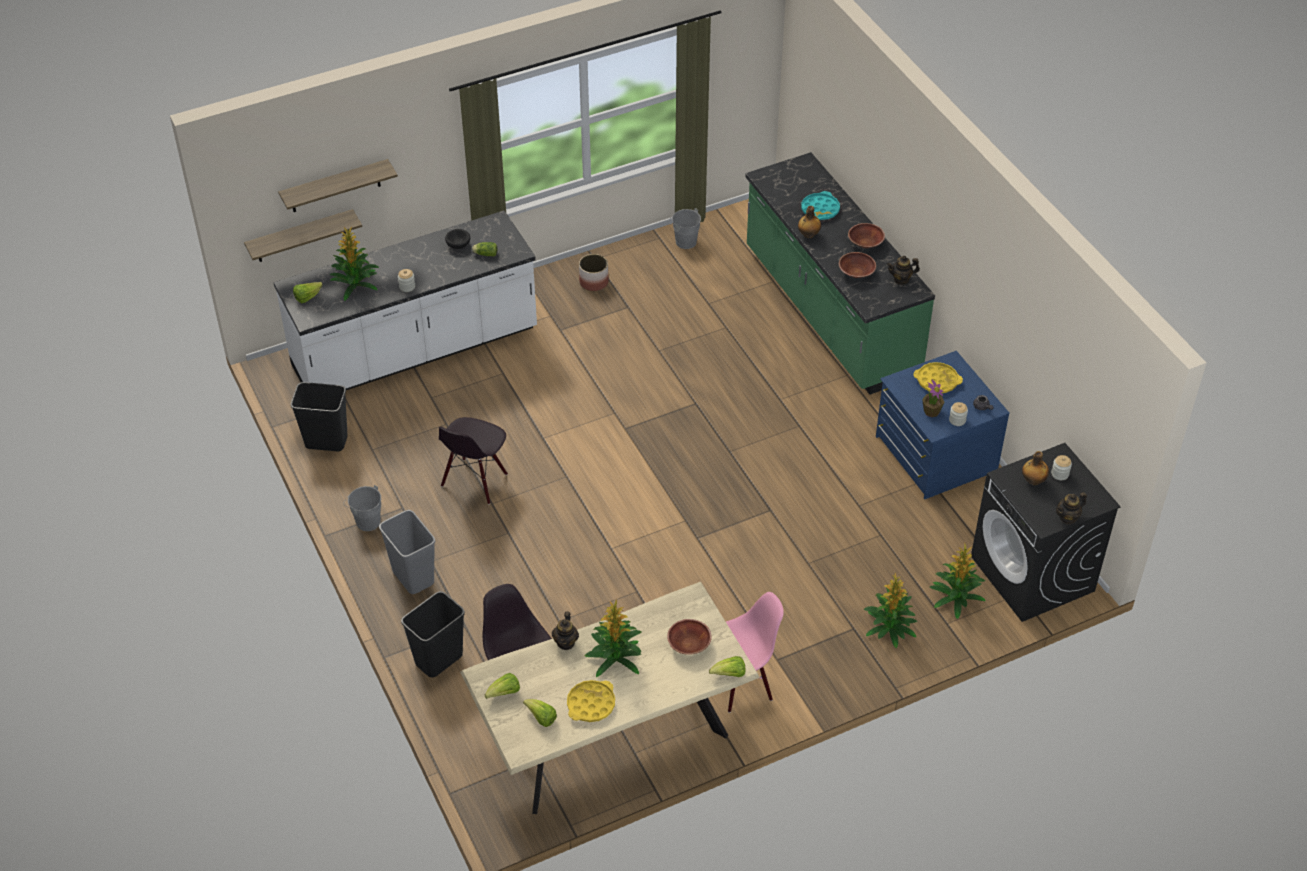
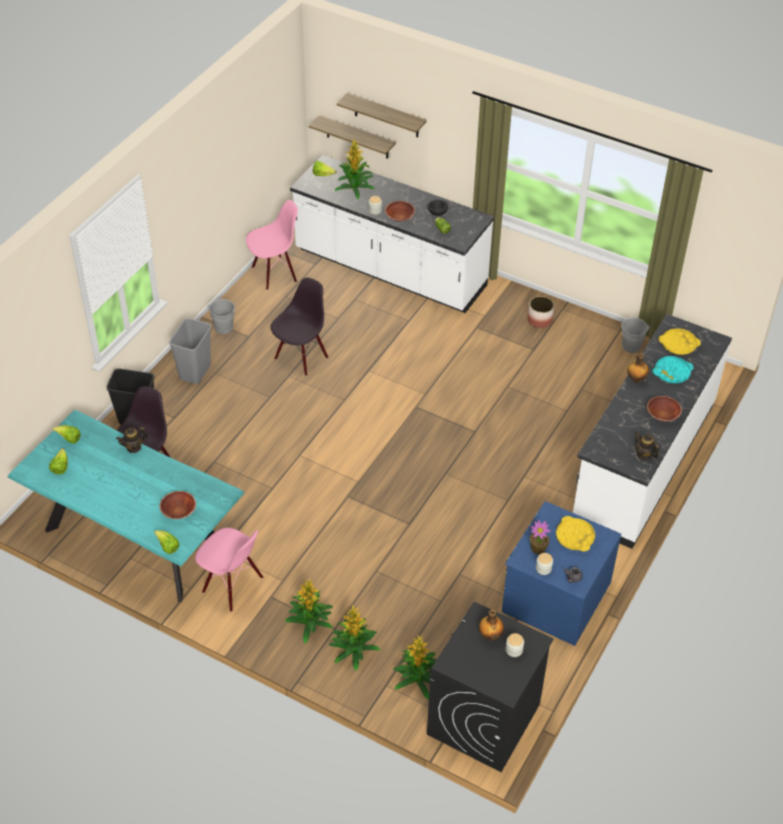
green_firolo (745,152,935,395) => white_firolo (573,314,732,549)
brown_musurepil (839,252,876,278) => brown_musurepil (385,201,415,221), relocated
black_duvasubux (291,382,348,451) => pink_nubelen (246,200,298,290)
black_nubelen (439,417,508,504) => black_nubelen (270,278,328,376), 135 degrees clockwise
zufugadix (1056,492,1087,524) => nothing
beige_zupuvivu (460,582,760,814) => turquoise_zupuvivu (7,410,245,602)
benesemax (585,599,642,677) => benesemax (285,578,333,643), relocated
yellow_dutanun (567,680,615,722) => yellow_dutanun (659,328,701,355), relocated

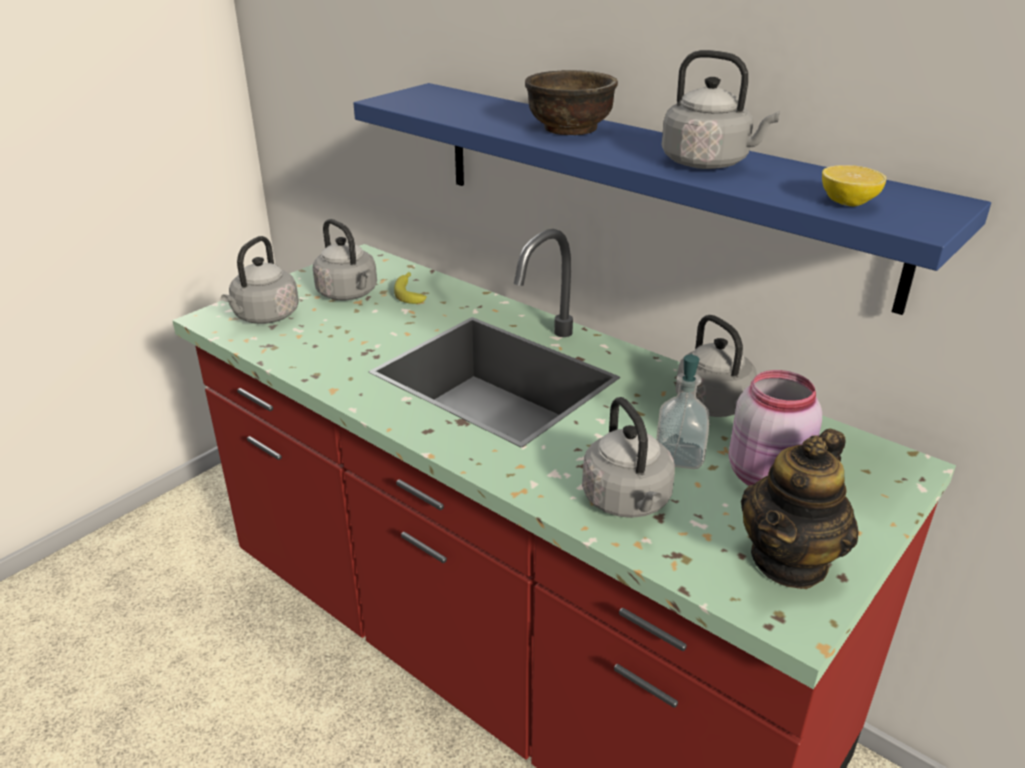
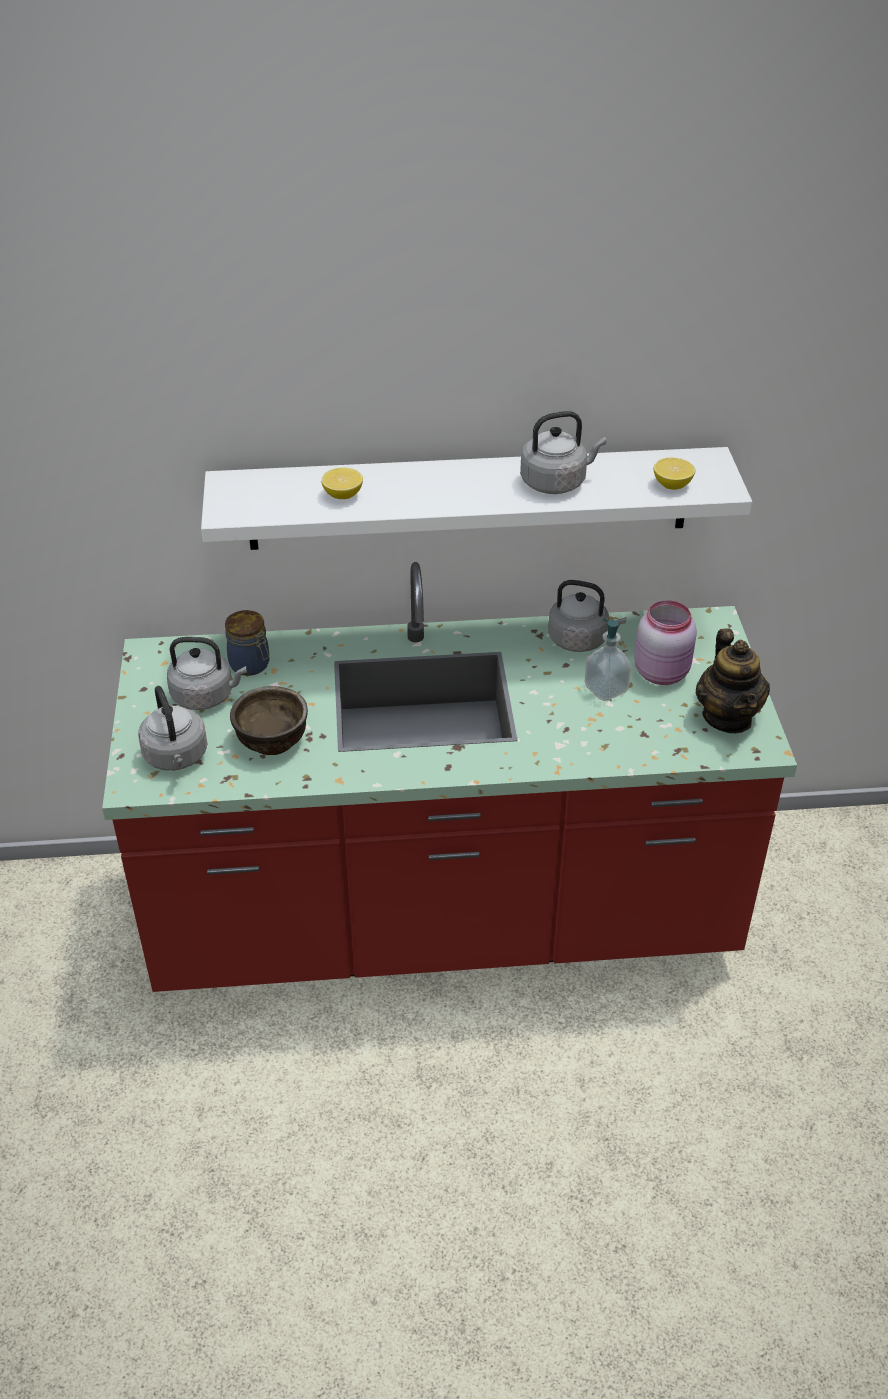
brown_musurepil (525,70,618,135) => brown_musurepil (230,686,308,755), relocated
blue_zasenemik (353,83,991,315) => white_zasenemik (201,447,752,550)
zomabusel (394,272,427,304) => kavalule (225,610,269,676)
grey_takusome (582,397,675,518) => nothing
nothing => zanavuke (321,467,363,499)

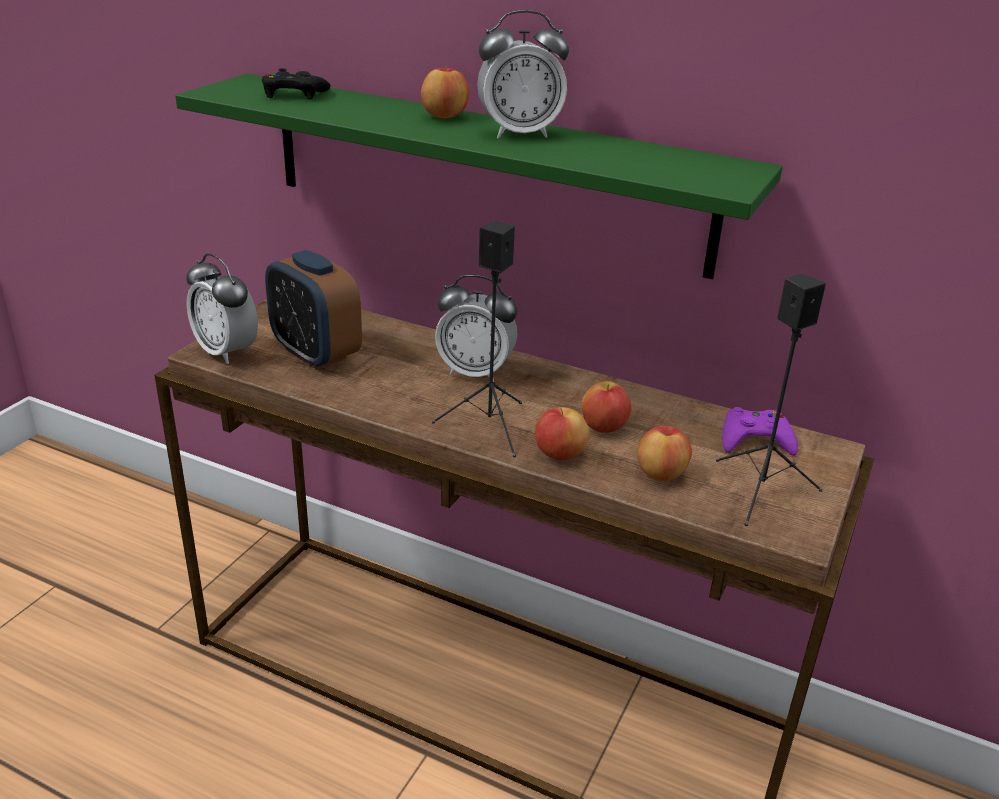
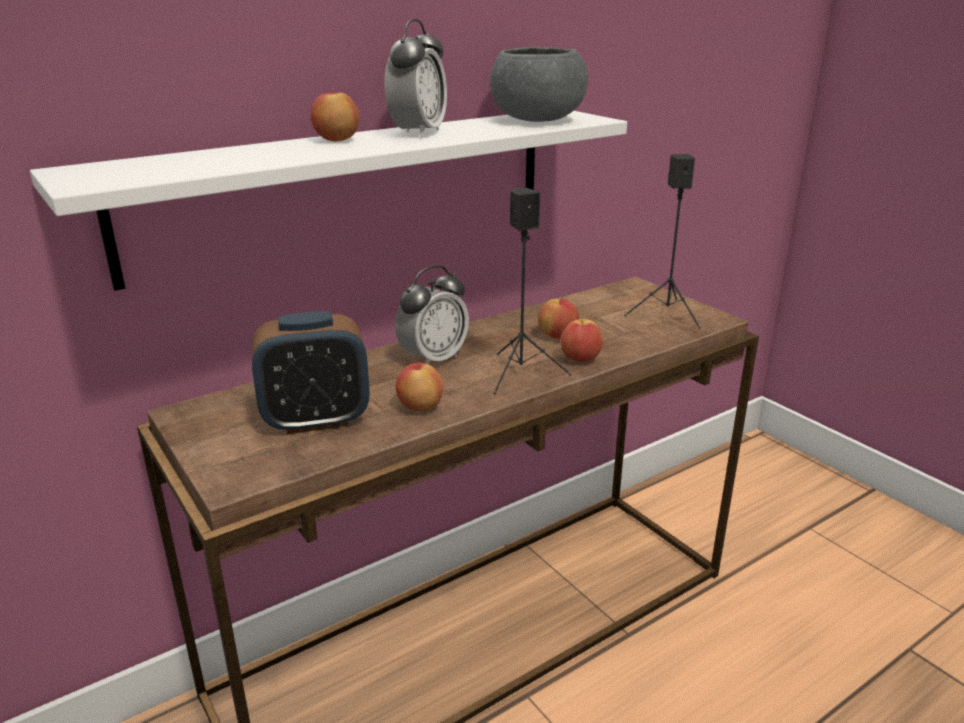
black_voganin (262,68,330,100) => nothing
green_zasenemik (175,73,783,279) => white_zasenemik (30,111,627,291)
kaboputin (186,253,258,364) => nothing
purple_voganin (722,407,798,456) => nothing
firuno (637,426,692,481) => firuno (396,361,444,411), relocated
nothing => grey_musurepil (490,47,588,122)

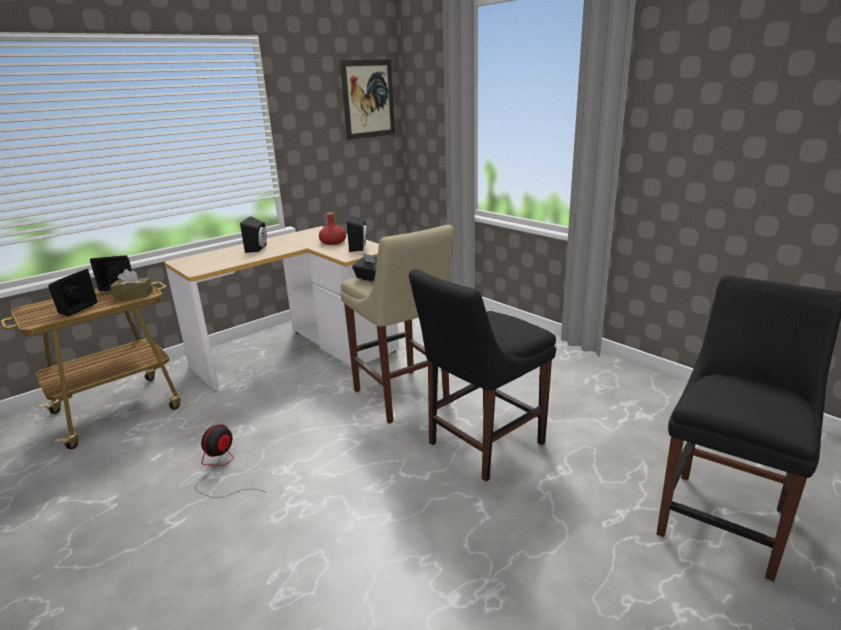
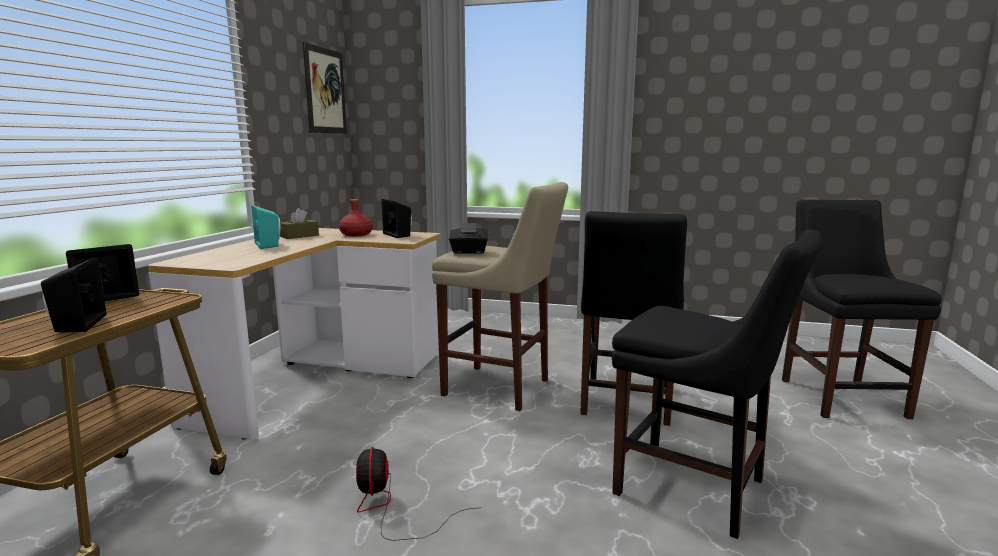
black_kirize (240,216,267,253) => turquoise_kirize (251,205,280,249)
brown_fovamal (110,269,153,299) => brown_fovamal (280,208,319,239), relocated
nothing => black_nubelen (612,229,822,539)

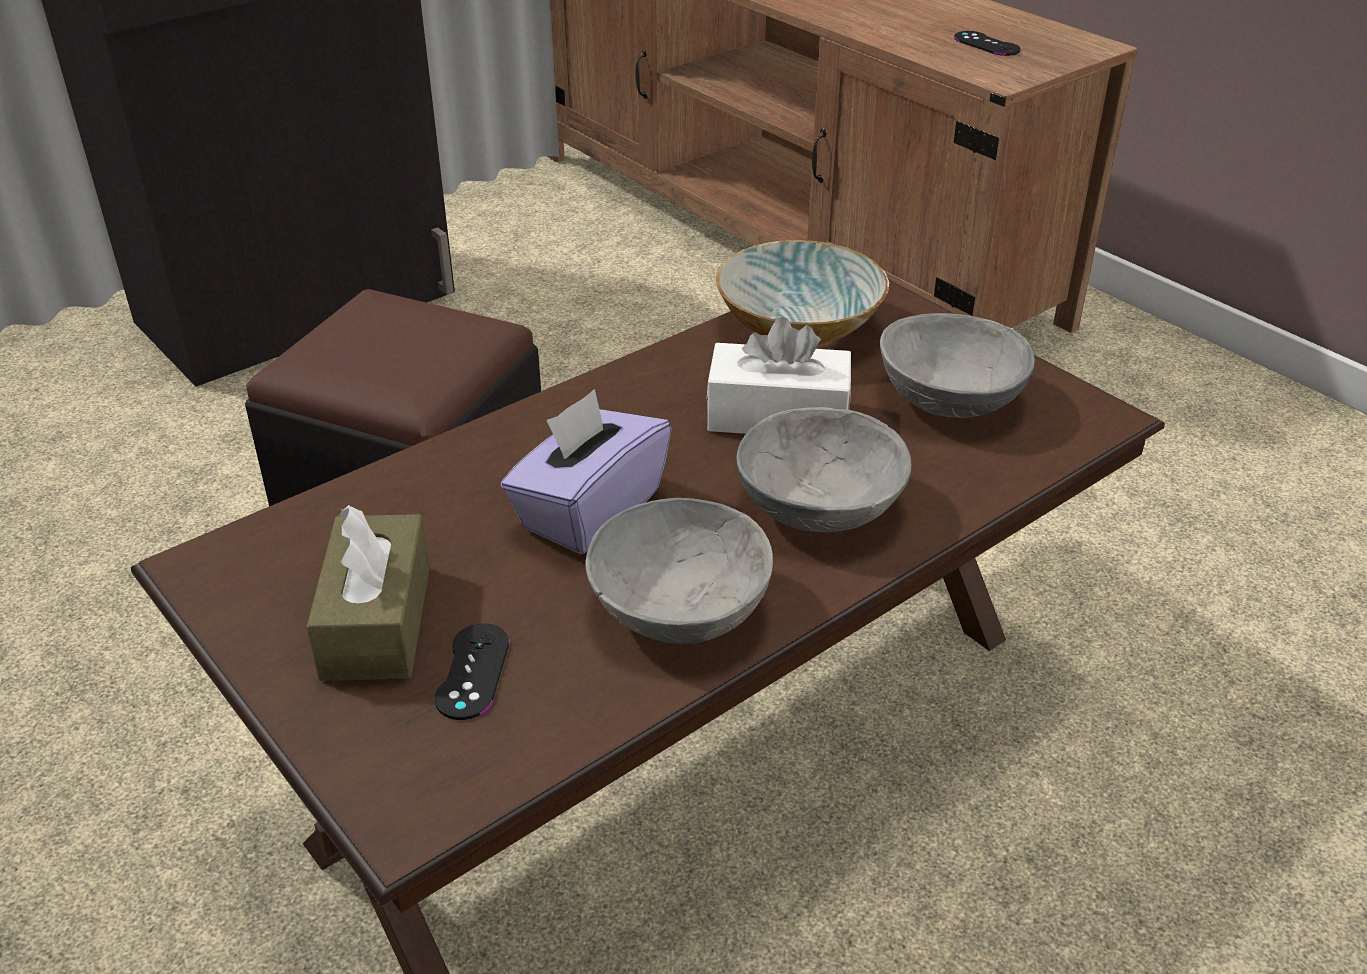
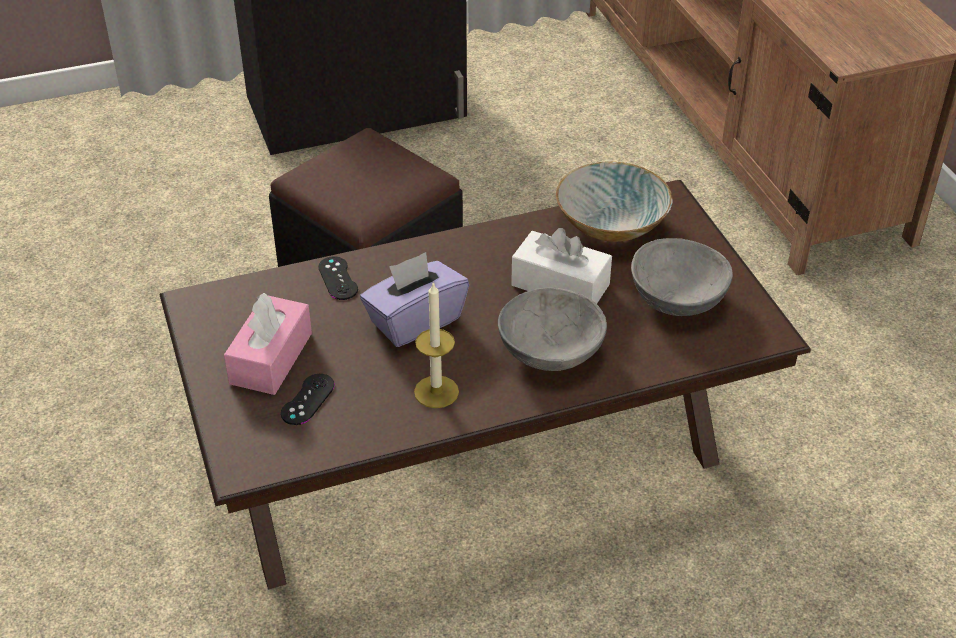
black_voganin (954,31,1020,56) => black_voganin (318,256,358,300), relocated
grey_musurepil (585,498,773,644) => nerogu (414,281,459,408)
brown_fovamal (306,505,430,681) => pink_fovamal (224,293,312,395)

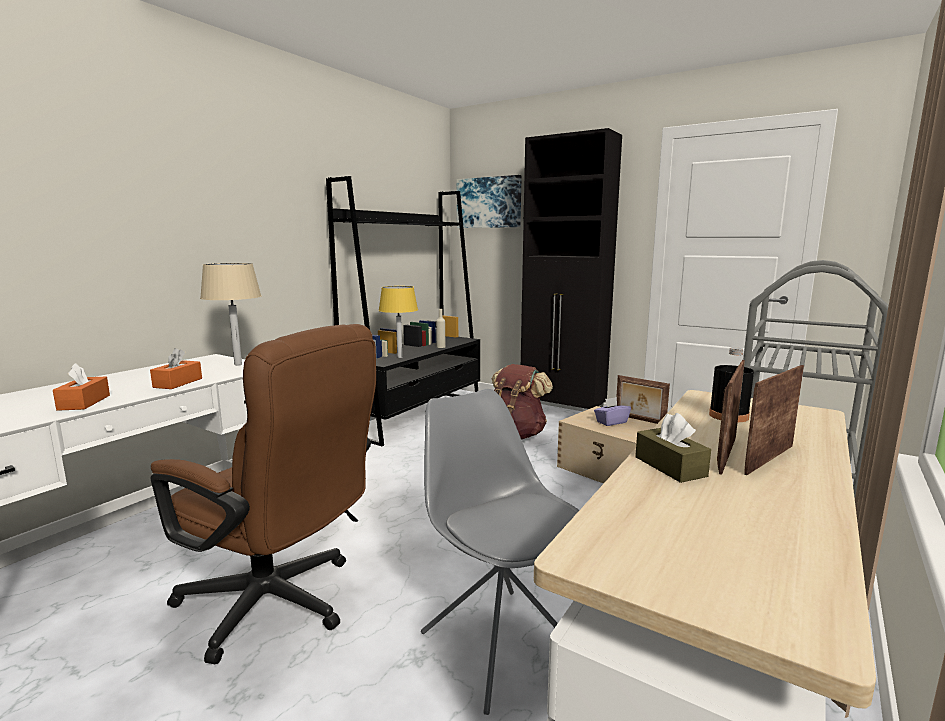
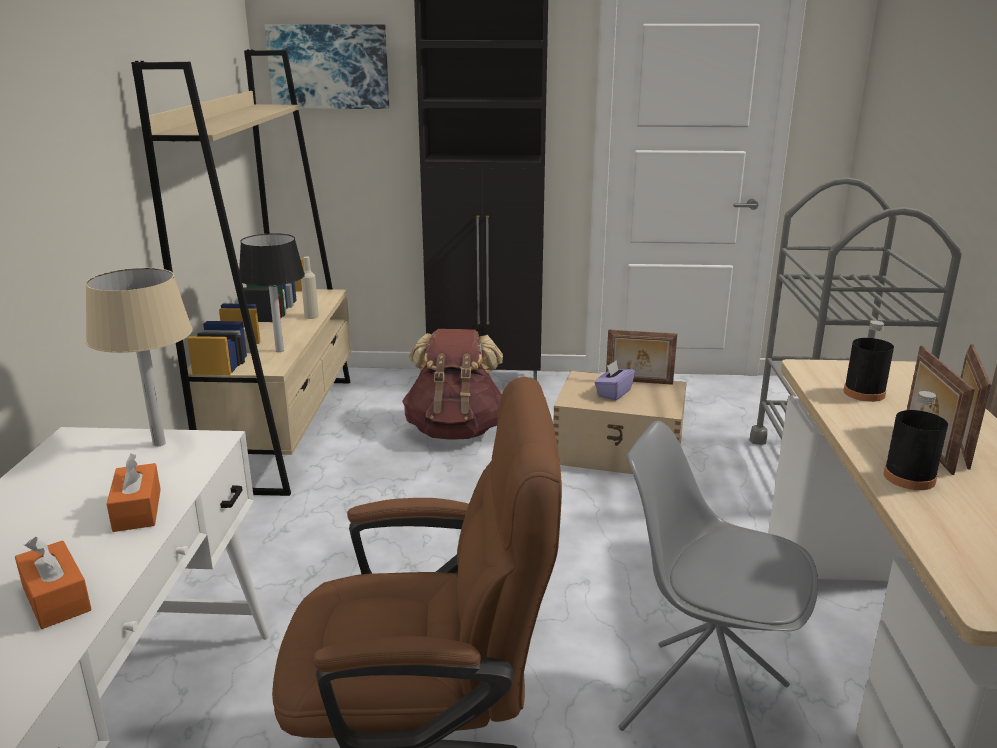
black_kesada (326,176,480,446) => beige_kesada (131,49,351,496)
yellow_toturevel (378,286,418,358) => black_toturevel (239,233,305,352)
brown_fovamal (635,413,711,483) => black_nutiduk (884,391,948,490)

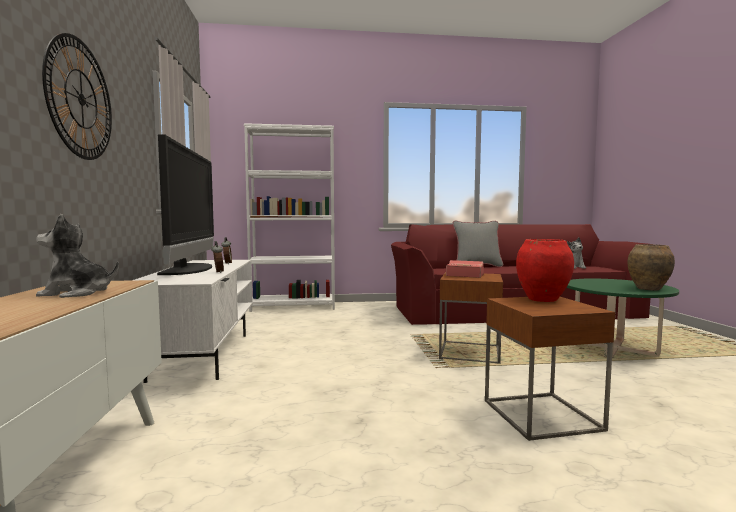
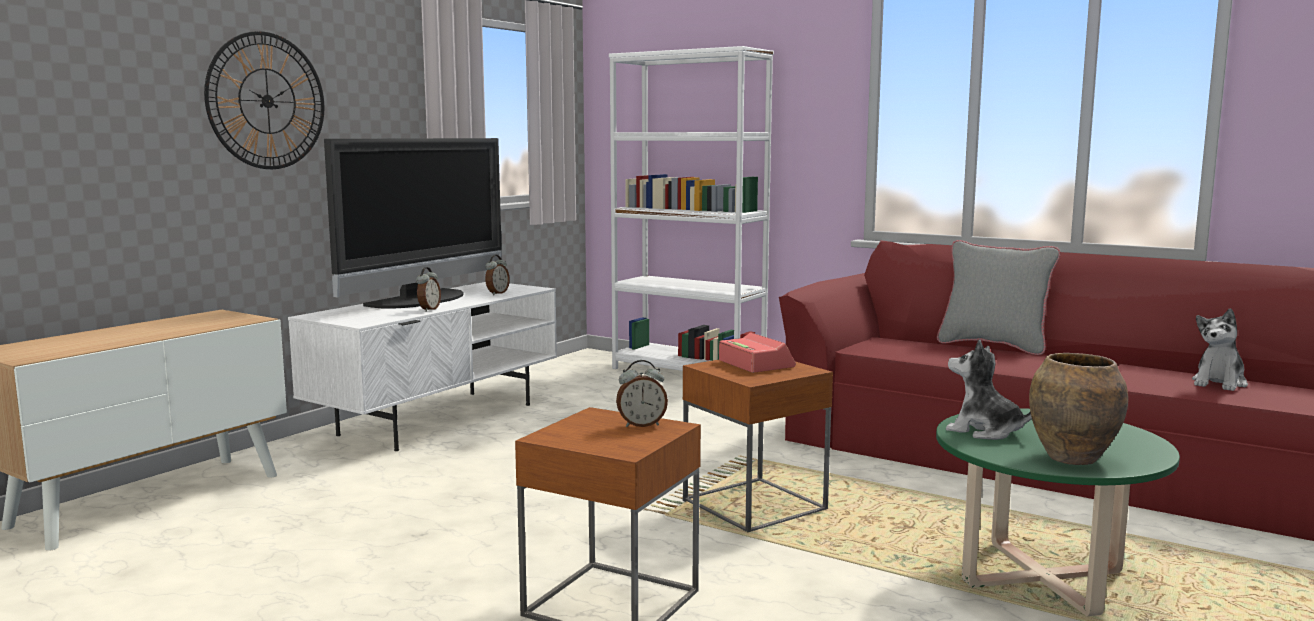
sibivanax (36,214,119,298) => sibivanax (946,340,1032,440), relocated
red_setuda (516,239,574,302) => kaboputin (616,360,668,427)

